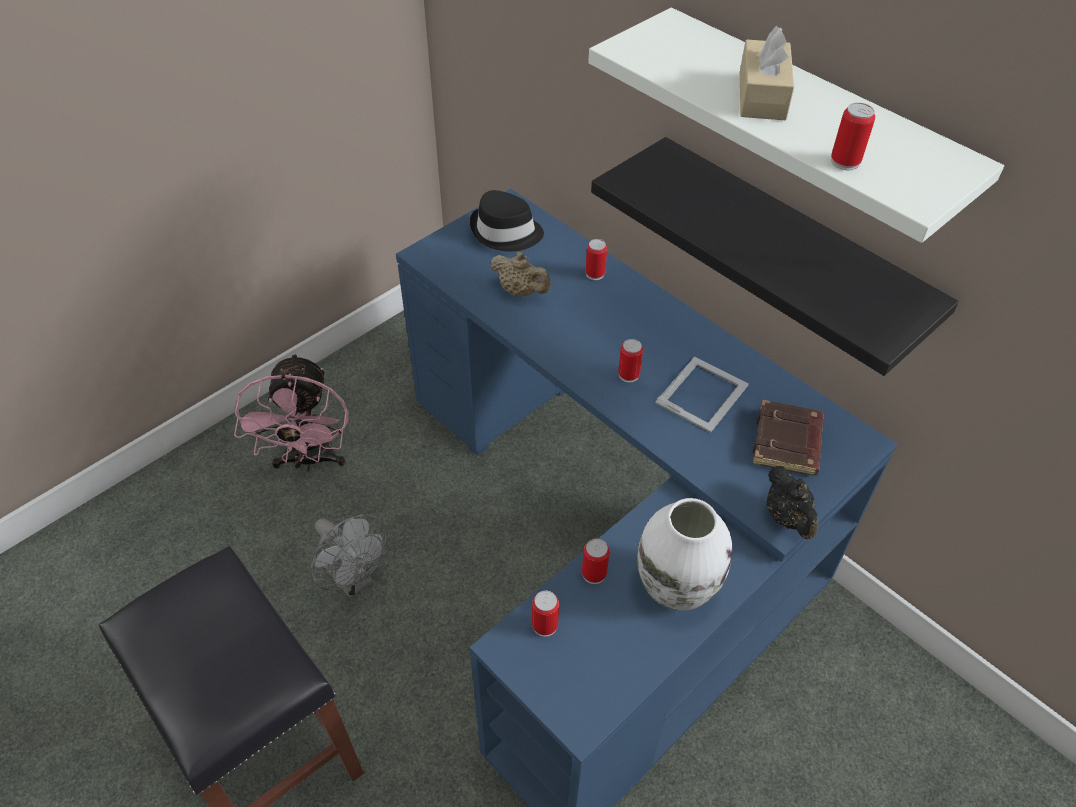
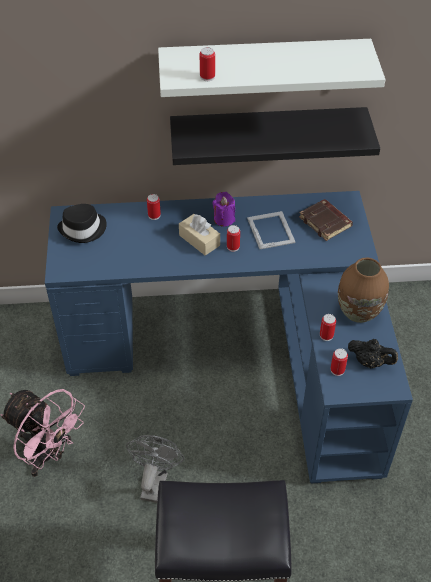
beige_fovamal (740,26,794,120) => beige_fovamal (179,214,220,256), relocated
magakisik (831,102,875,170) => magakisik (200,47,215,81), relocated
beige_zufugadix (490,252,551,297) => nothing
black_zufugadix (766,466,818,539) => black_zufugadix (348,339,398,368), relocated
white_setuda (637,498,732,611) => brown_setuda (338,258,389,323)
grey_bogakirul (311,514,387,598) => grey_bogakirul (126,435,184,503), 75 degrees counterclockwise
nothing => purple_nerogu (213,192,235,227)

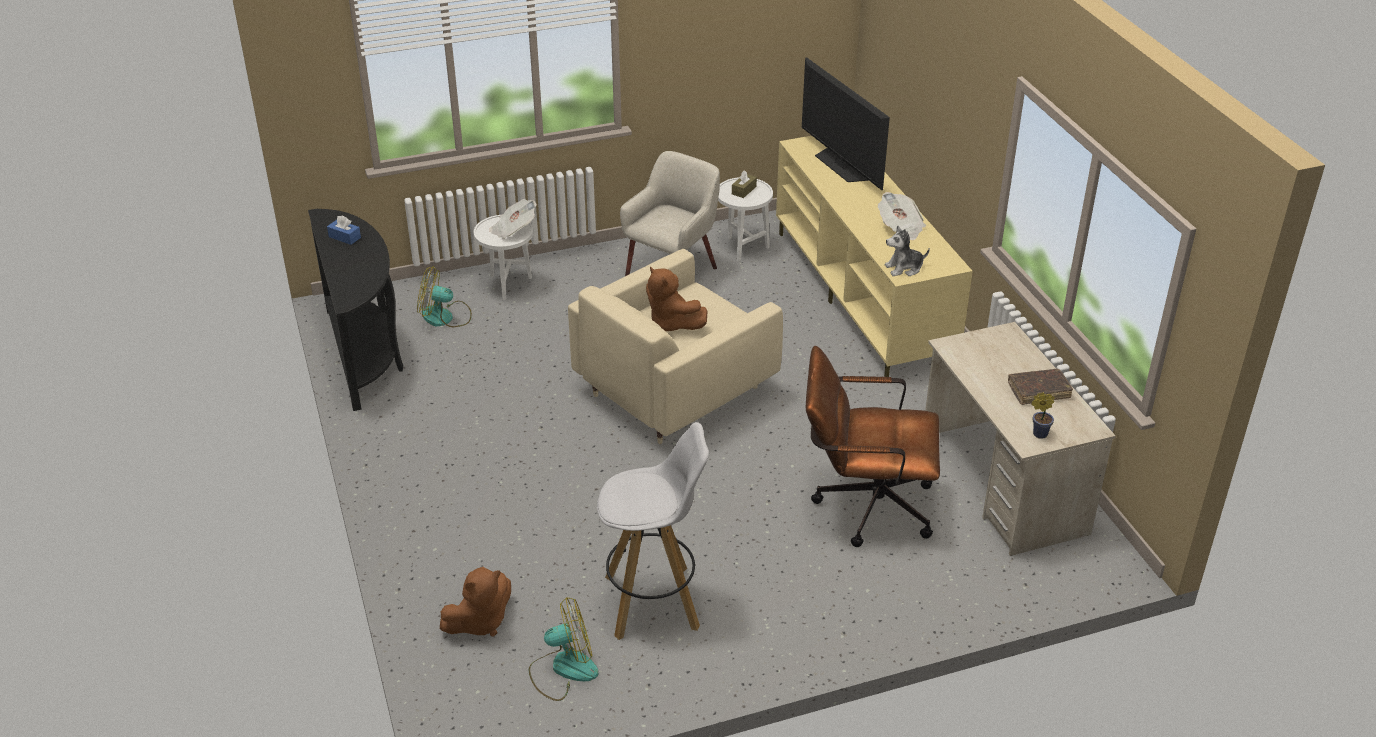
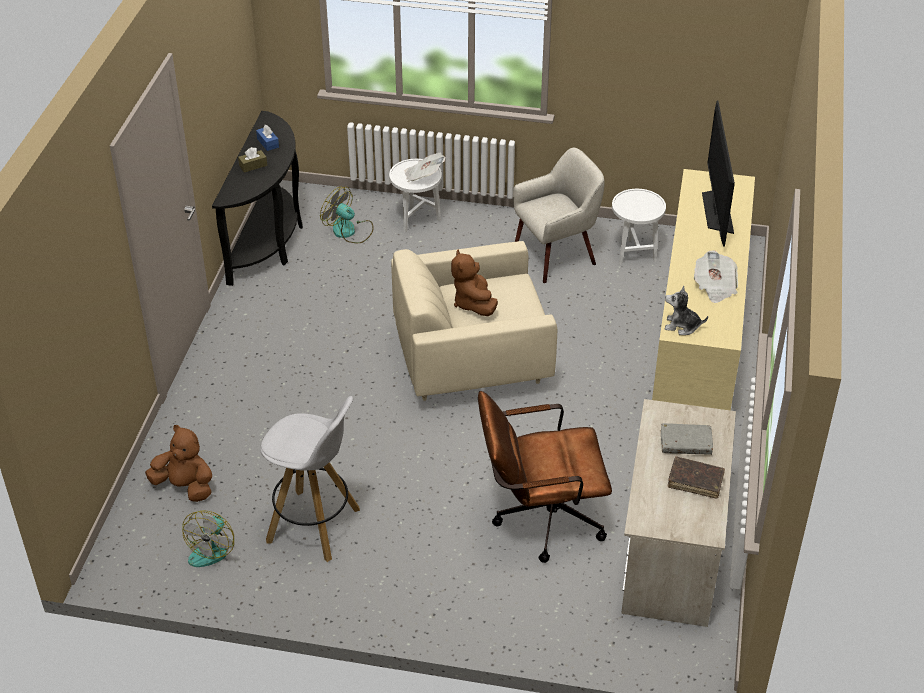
brown_fovamal (732,171,757,198) => brown_fovamal (238,147,267,173), relocated
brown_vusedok (806,346,940,547) => brown_vusedok (478,391,612,563), 45 degrees counterclockwise
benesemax (1031,392,1055,439) => nothing
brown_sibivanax (440,567,511,636) => brown_sibivanax (145,425,212,502), 150 degrees counterclockwise
bogakirul (529,598,598,701) => bogakirul (182,510,234,567), 90 degrees clockwise
nothing => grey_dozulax (661,423,713,455)

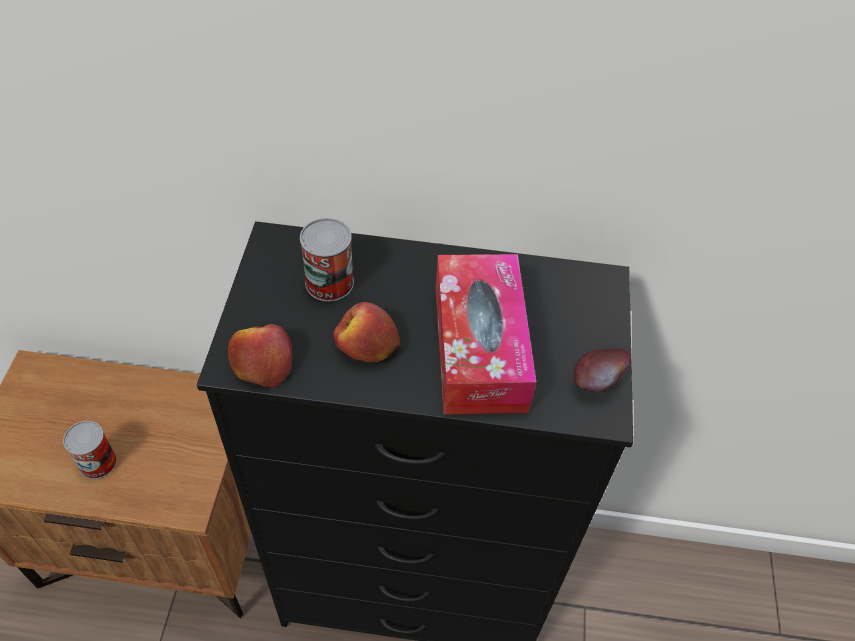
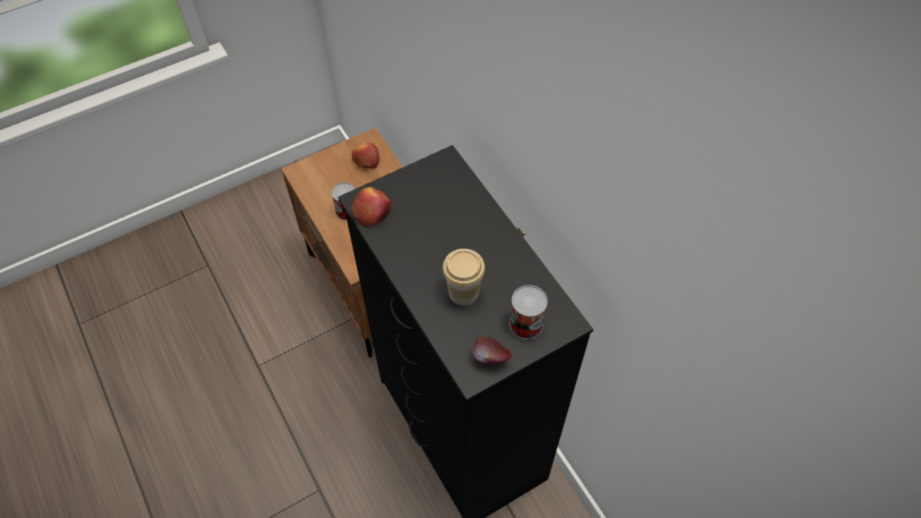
magakisik (300,218,354,301) => magakisik (509,285,548,339), relocated
fovamal (436,254,536,415) => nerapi (443,249,485,306)
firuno (333,302,400,362) => firuno (352,143,379,169), relocated

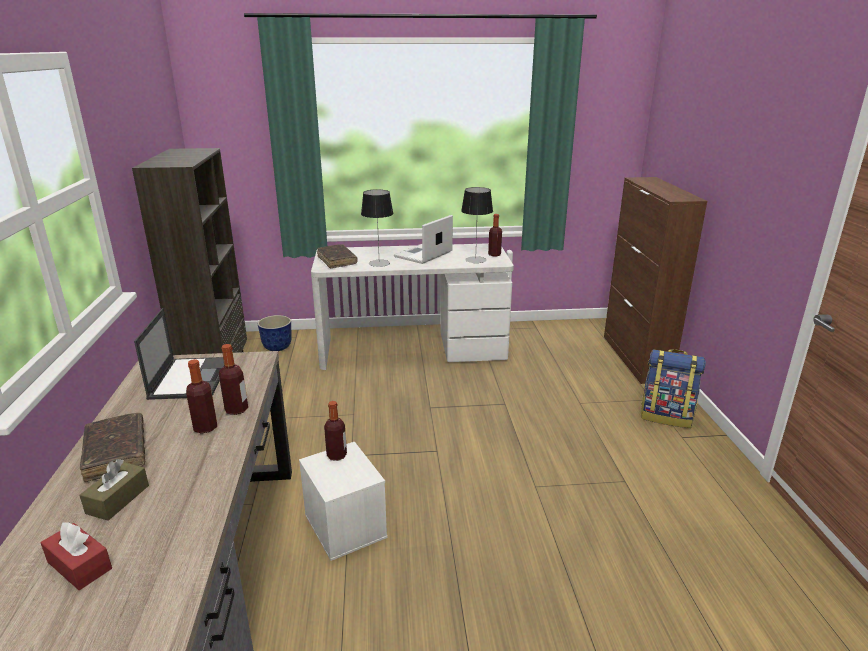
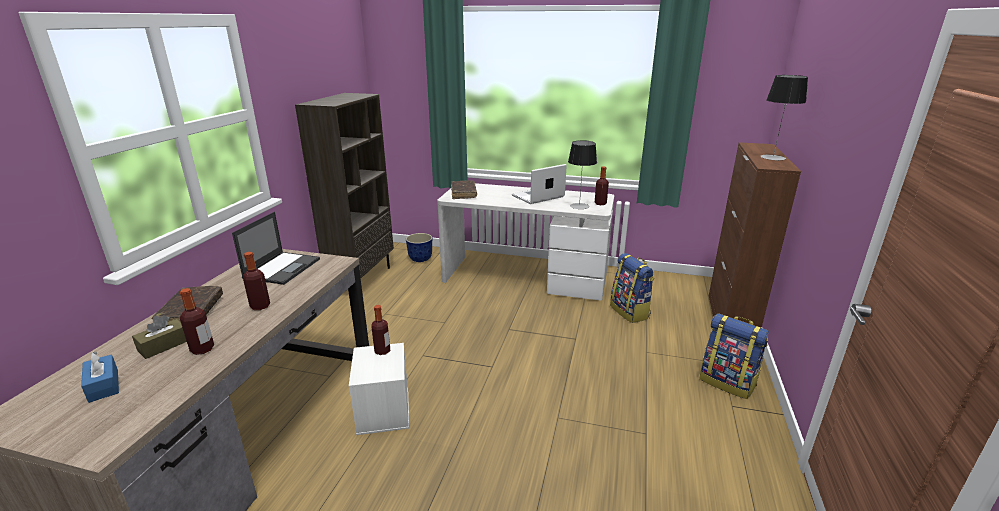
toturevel (361,189,394,267) => toturevel (760,75,808,161), relocated
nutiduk (219,344,248,415) => nutiduk (180,288,214,355), relocated
red_fovamal (41,522,112,590) => blue_fovamal (81,352,119,403)
nothing => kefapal (610,253,655,323)

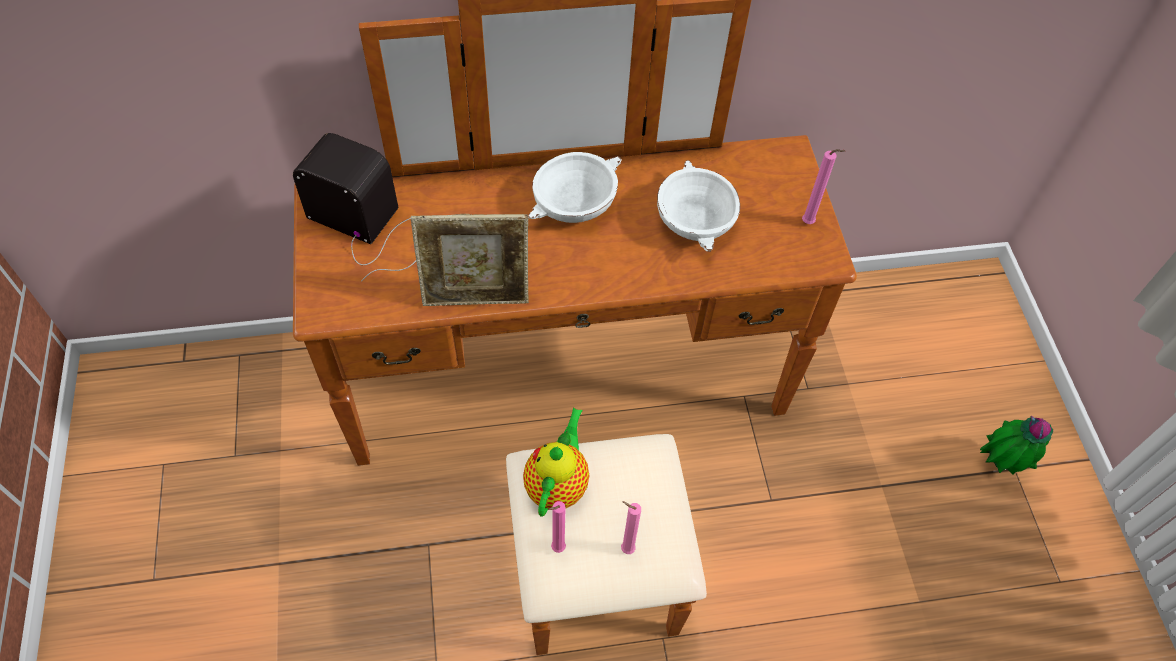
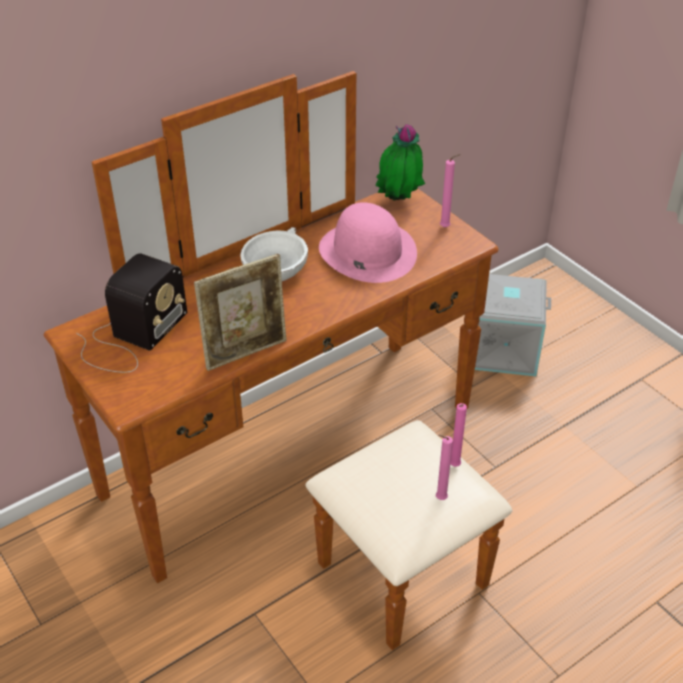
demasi (293,133,416,282) => demasi (76,253,187,373), 120 degrees clockwise
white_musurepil (657,160,740,252) => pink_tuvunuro (319,202,417,283)
zufugadix (523,407,589,517) => nothing
benesemax (980,416,1053,475) => benesemax (376,124,425,201), relocated
pink_nerogu (548,501,566,553) => pink_nerogu (450,403,467,467), relocated
nothing => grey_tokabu (475,274,551,376)

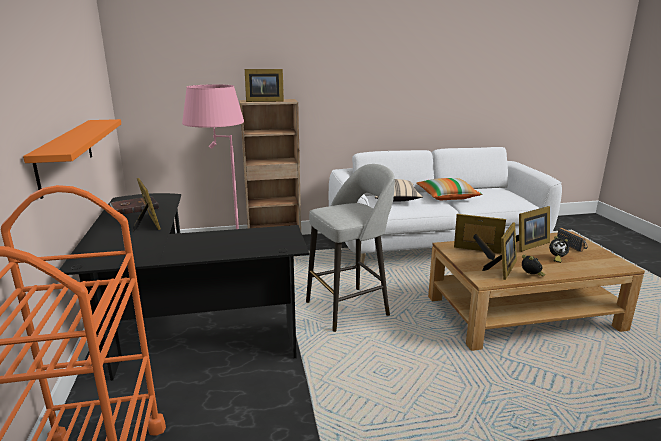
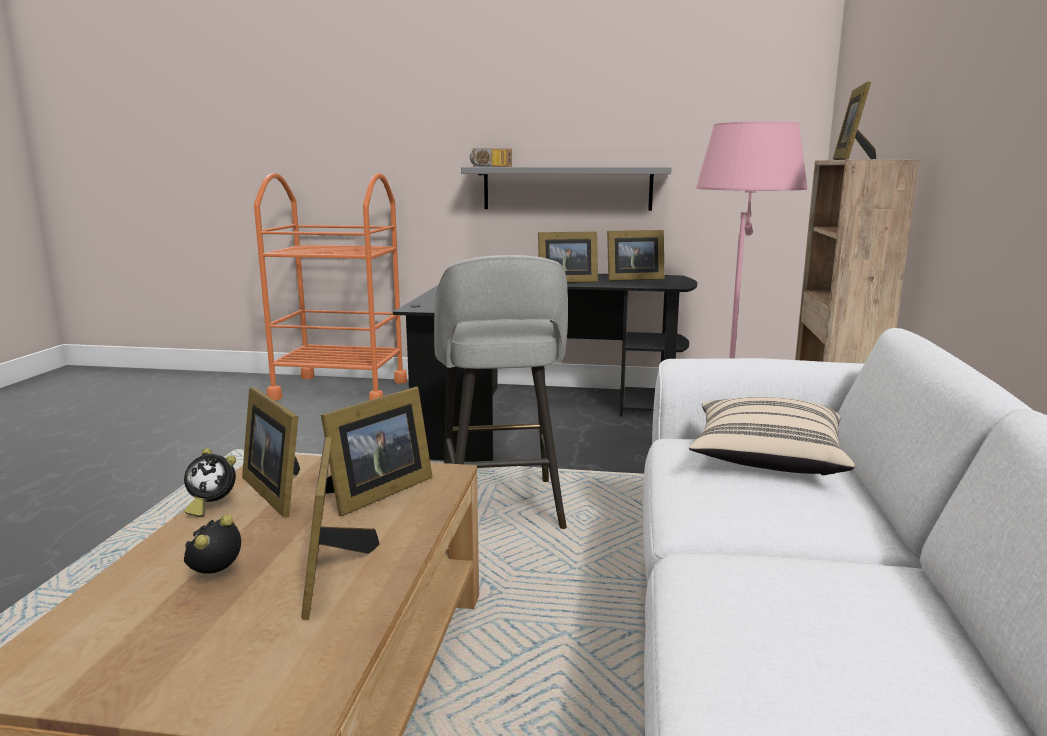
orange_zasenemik (23,119,121,199) => grey_zasenemik (461,167,672,211)
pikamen (416,178,482,200) => nothing
brown_dozulax (109,196,159,214) => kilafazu (607,230,665,281)
demasi (557,228,587,252) => demasi (470,148,512,167), relocated

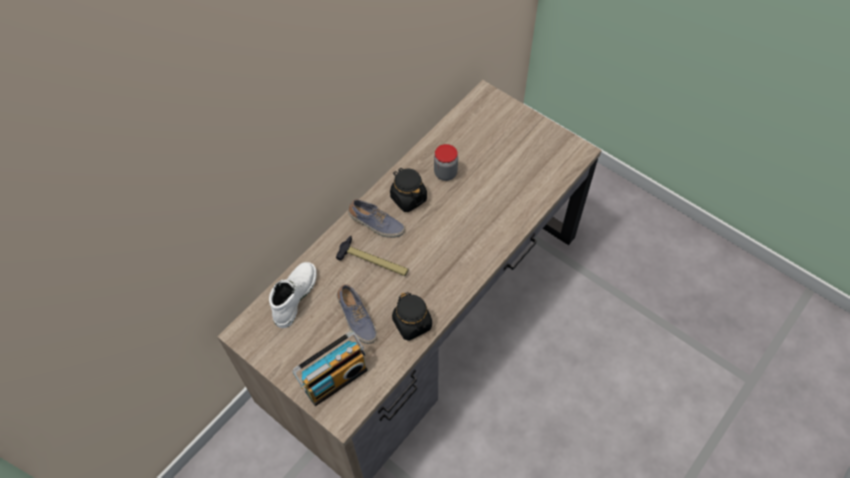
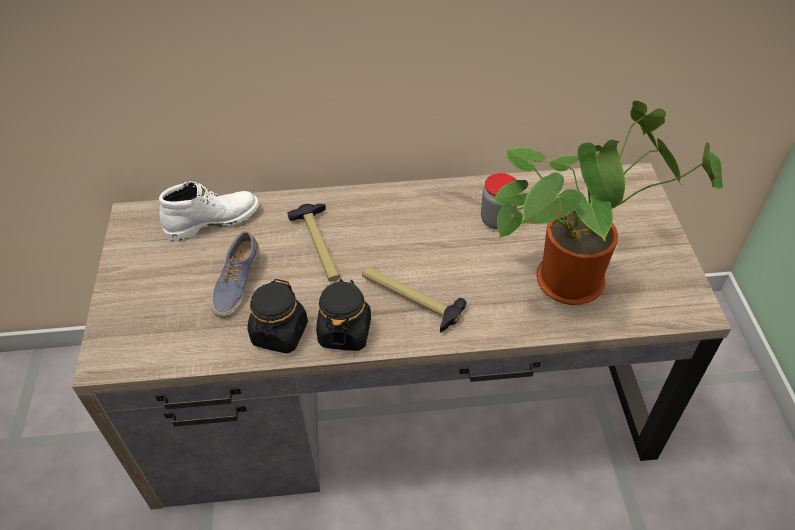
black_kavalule (390,168,427,212) => black_kavalule (316,279,371,351), relocated
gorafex (348,199,405,238) => nothing
demasi (292,331,368,406) => nothing
nothing => benesemax (491,100,723,305)
nothing => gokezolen (362,267,466,332)

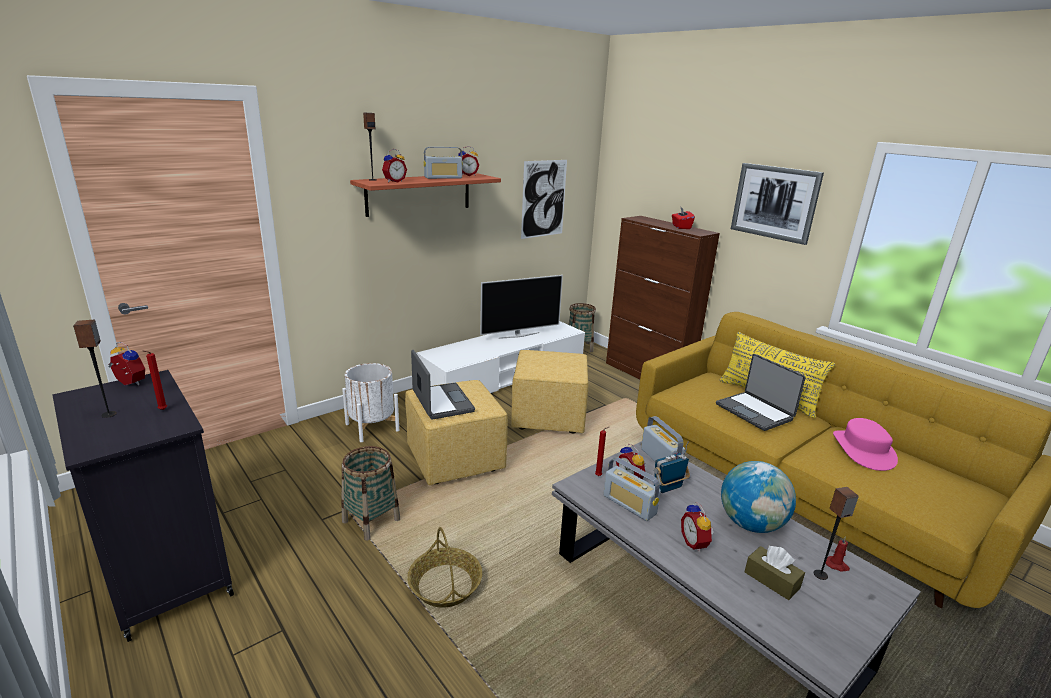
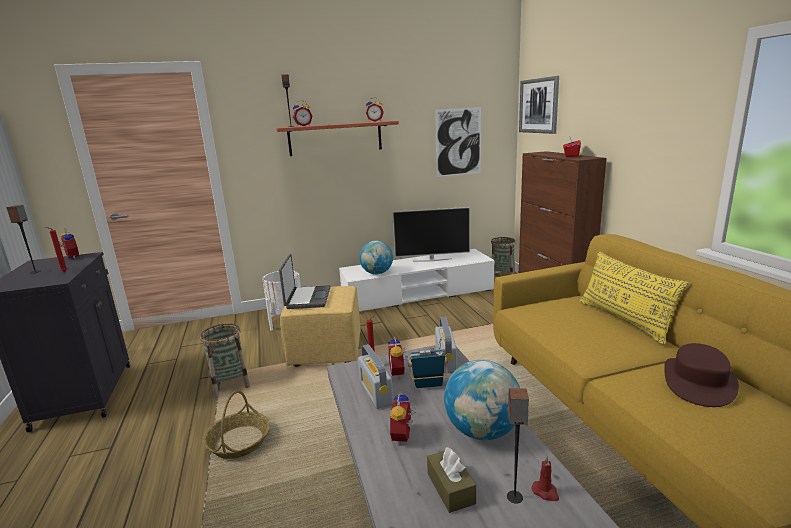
demasi (424,147,463,179) => nothing
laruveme (731,163,824,245) => laruveme (519,76,559,134), relocated
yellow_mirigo (511,350,588,434) => nothing
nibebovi (716,354,806,431) => nothing
pink_tuvunuro (833,418,898,471) => brown_tuvunuro (664,343,739,407)
nothing => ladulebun (359,241,393,274)

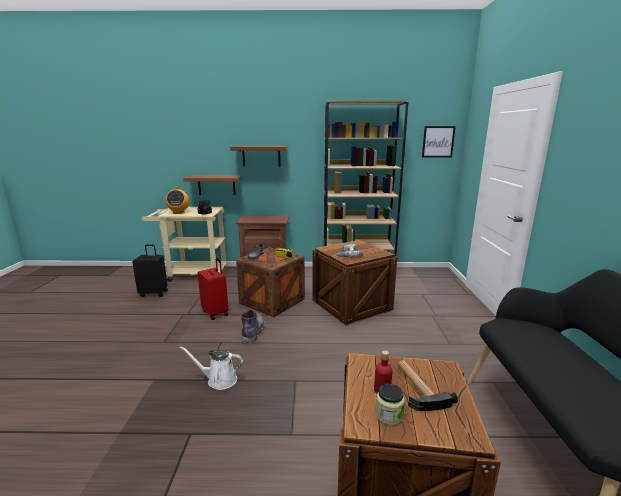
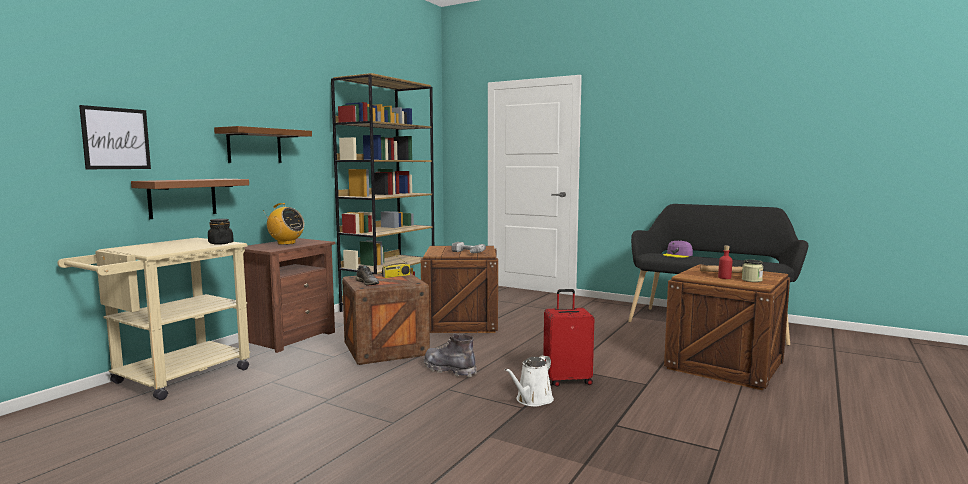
laruveme (422,126,456,158) => laruveme (79,105,151,169), relocated
demasi (165,186,189,214) => demasi (263,203,304,245), relocated
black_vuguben (132,244,168,297) => nothing
red_vuguben (198,258,229,320) => red_vuguben (543,289,594,387), relocated
nothing => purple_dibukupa (663,240,693,258)

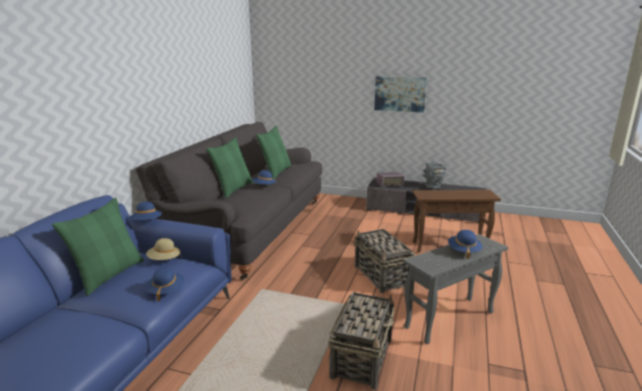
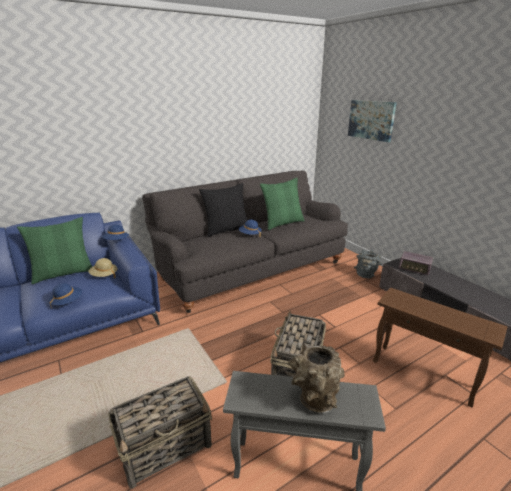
laruveme (374,76,427,112) => laruveme (348,100,397,142), relocated
green_pikamen (206,137,253,198) => black_pikamen (199,183,247,237)
grey_setuda (423,162,447,189) => grey_setuda (354,249,382,279), relocated
blue_tuvunuro (448,230,482,259) => brown_setuda (288,343,345,413)

